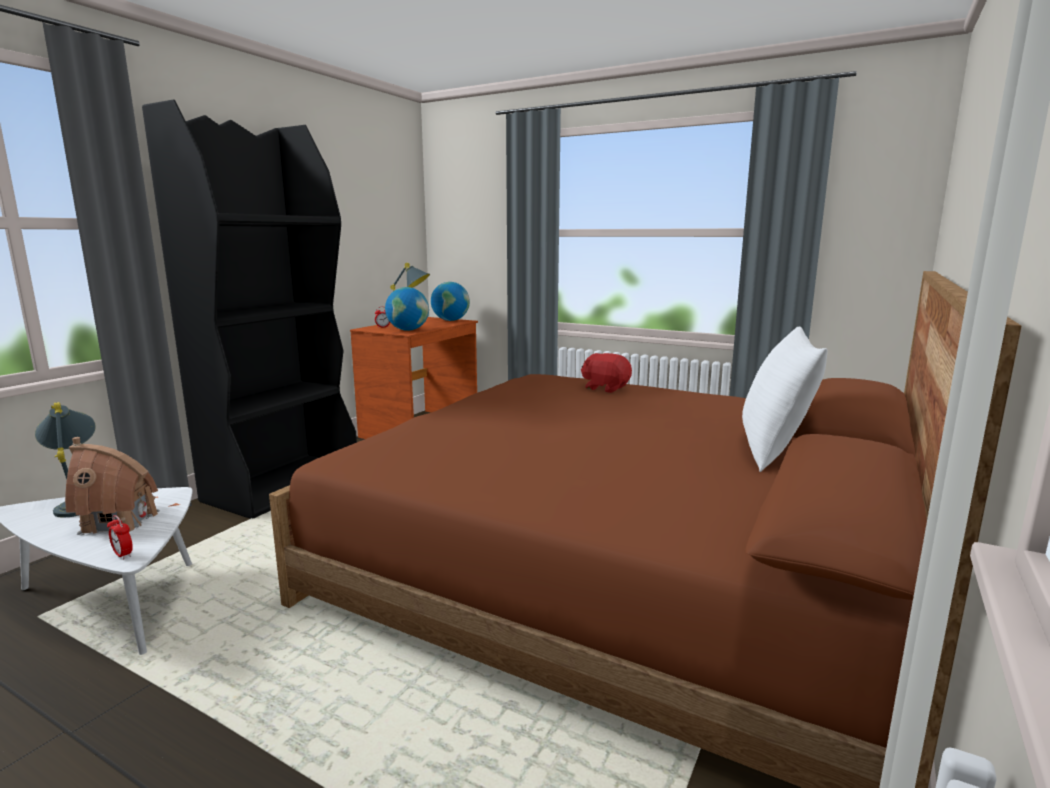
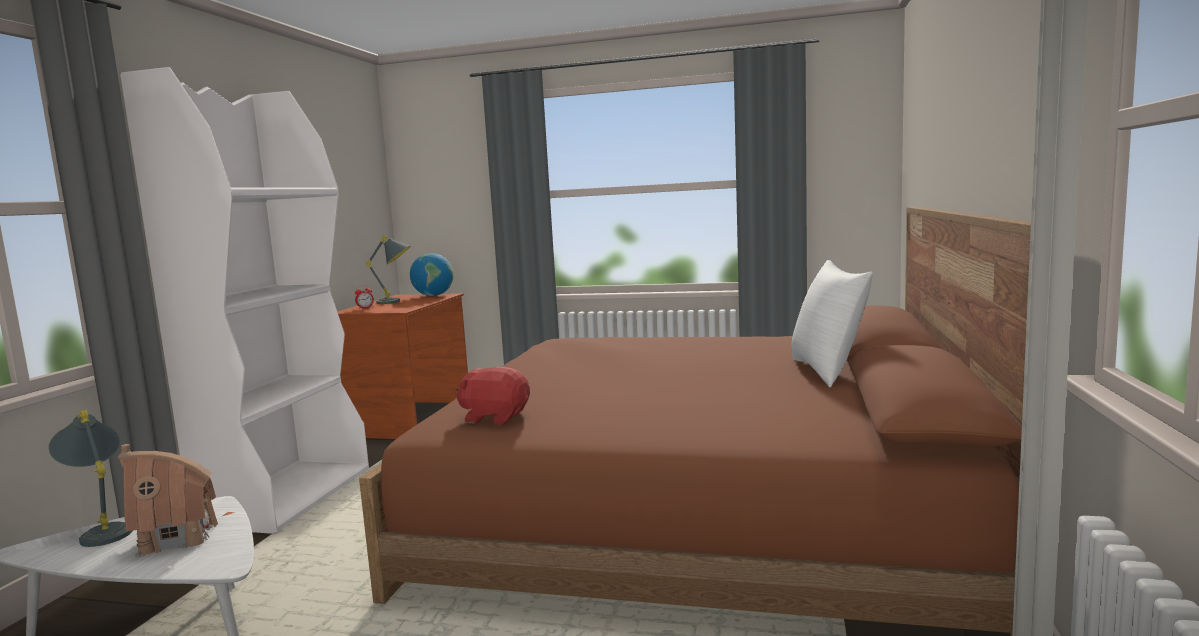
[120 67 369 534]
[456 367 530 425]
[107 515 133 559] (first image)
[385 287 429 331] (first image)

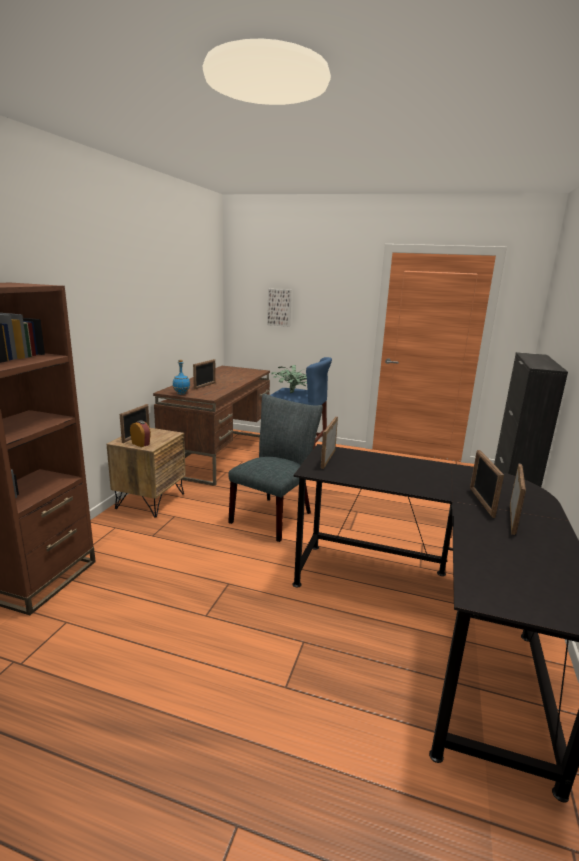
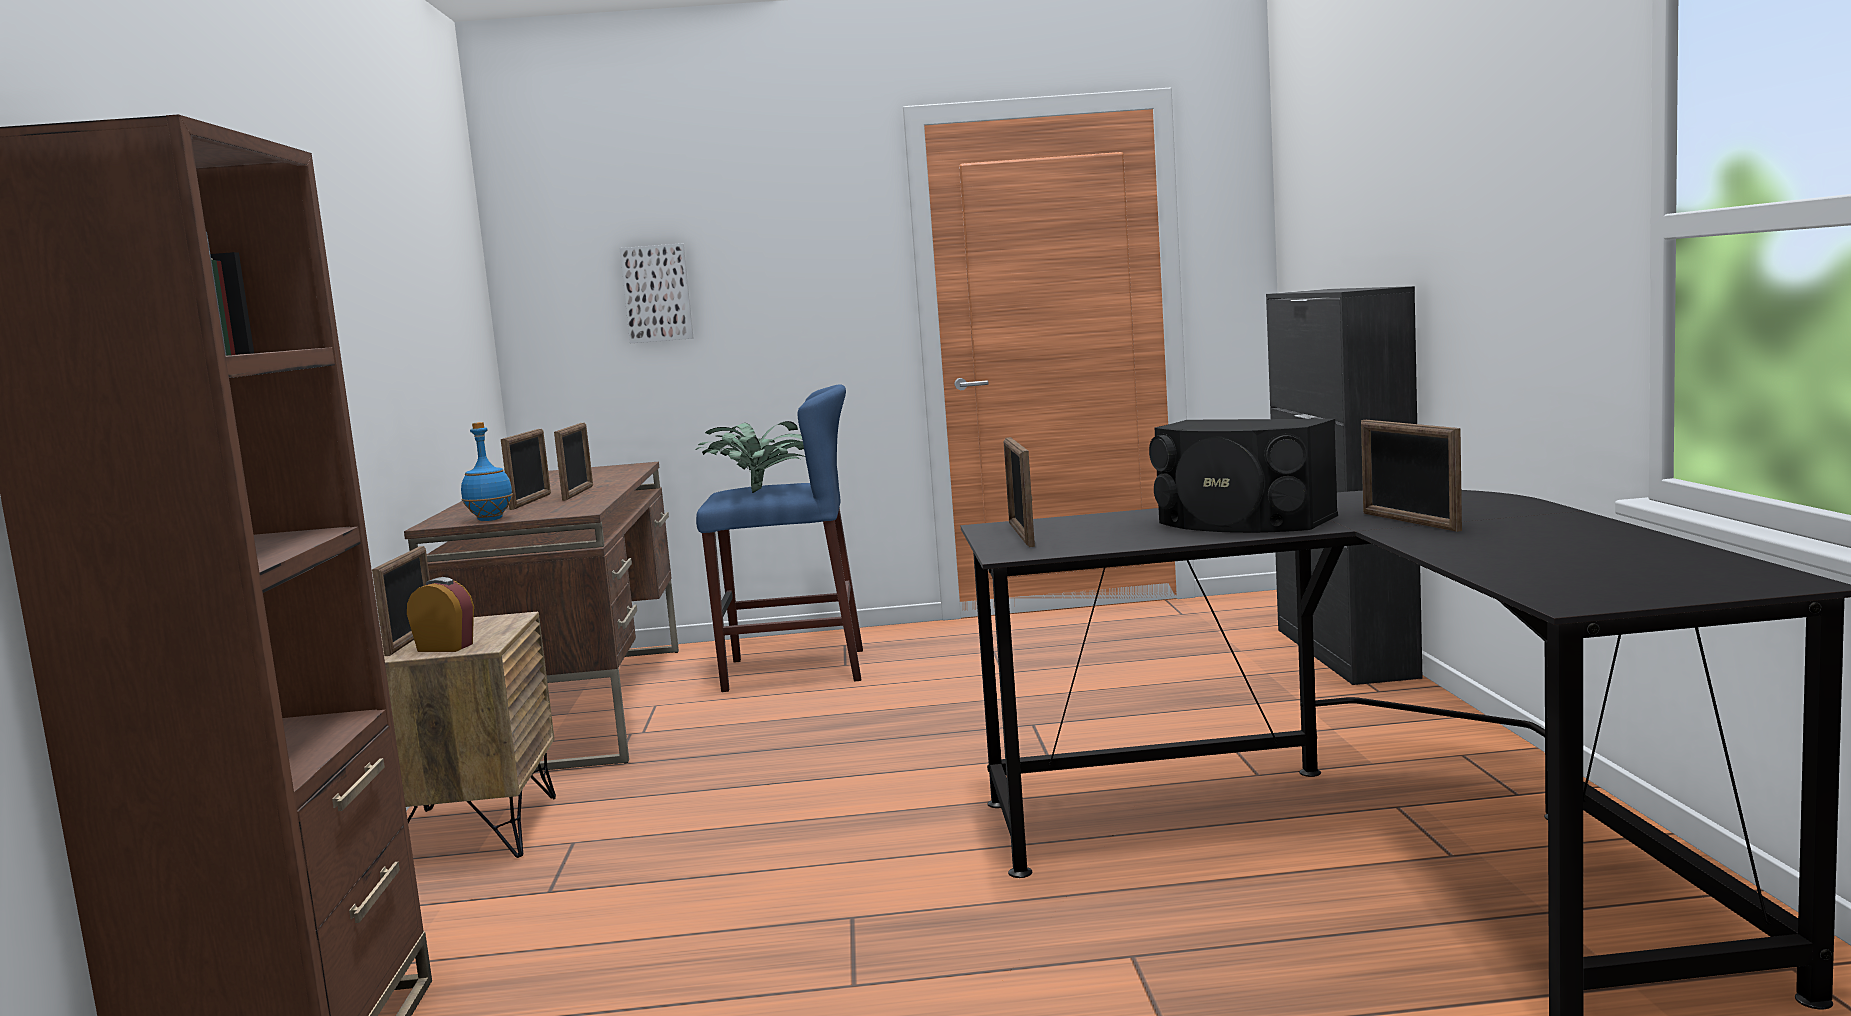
[554 422 593 501]
[1149 419 1338 533]
[228 394 323 542] (first image)

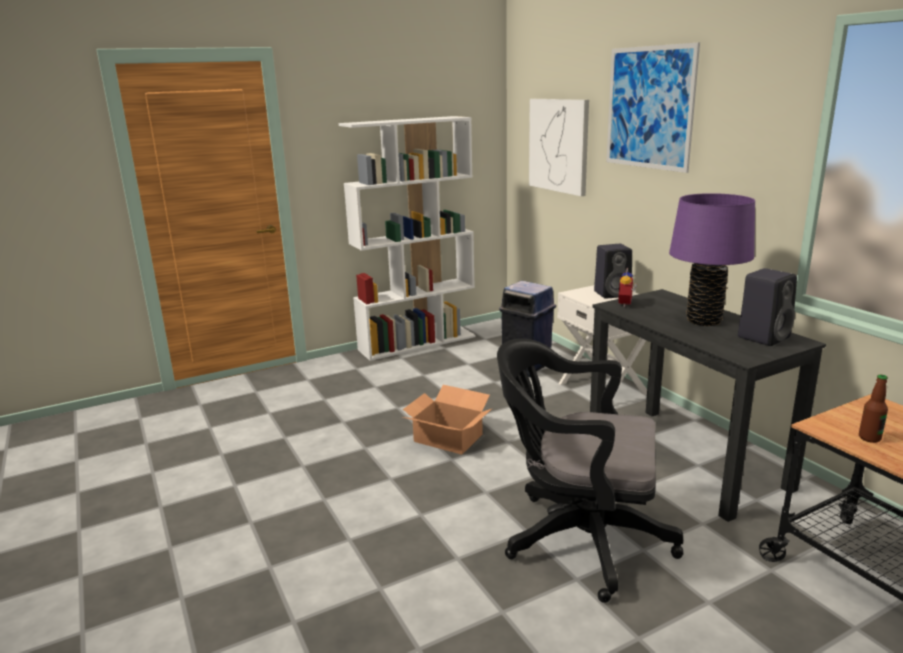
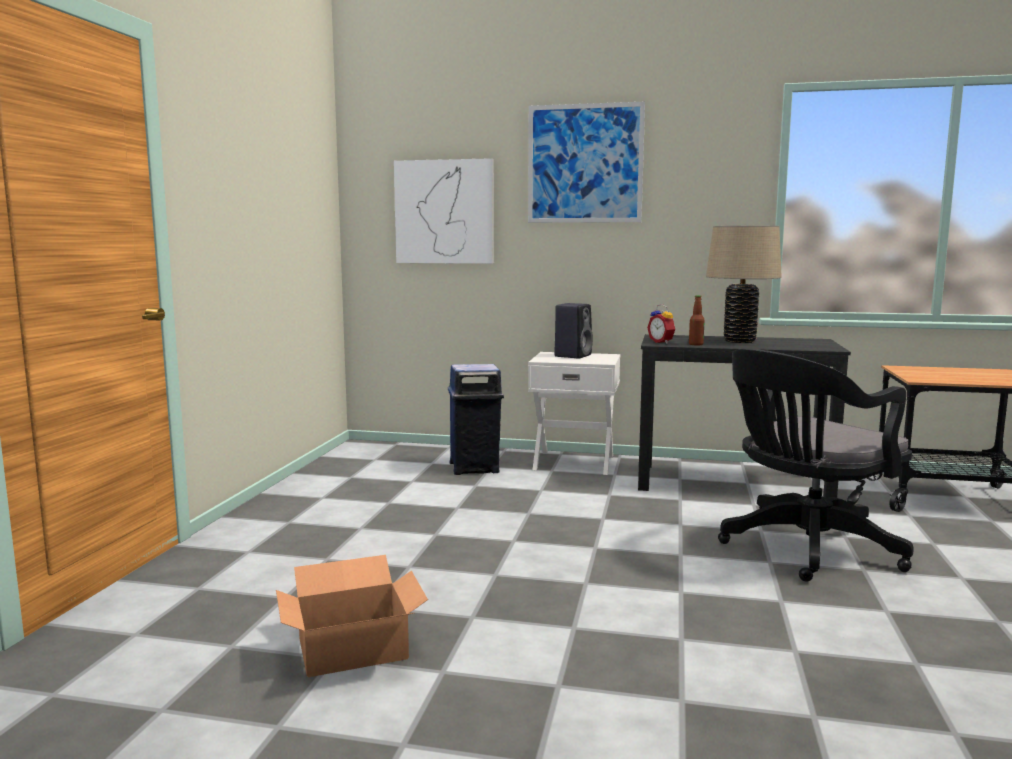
[276 555 428 677]
[689 295 705 345]
[706 226 782 343]
[339 116 476 361] (first image)
[738 268 797 346] (first image)

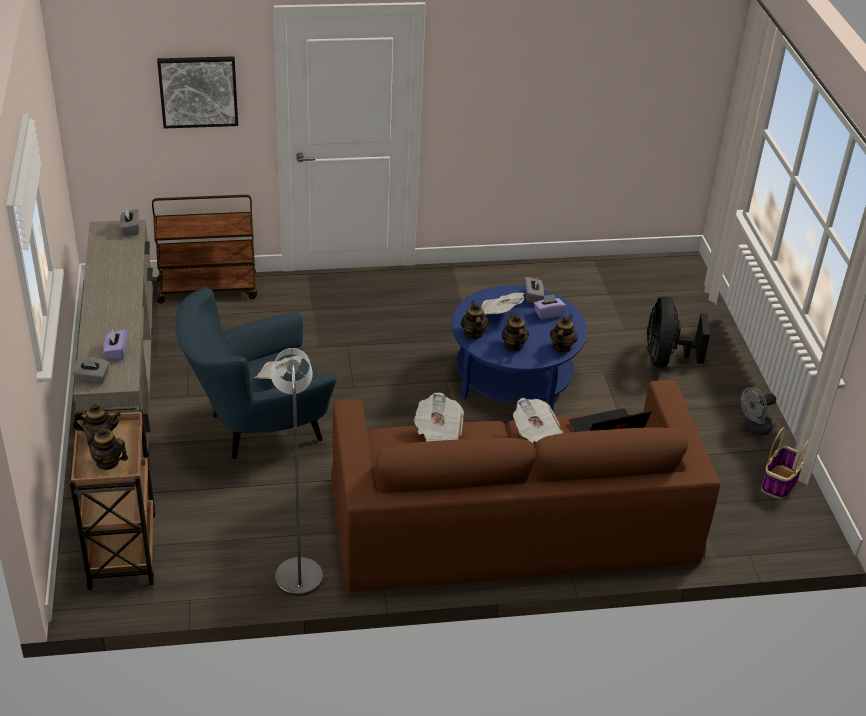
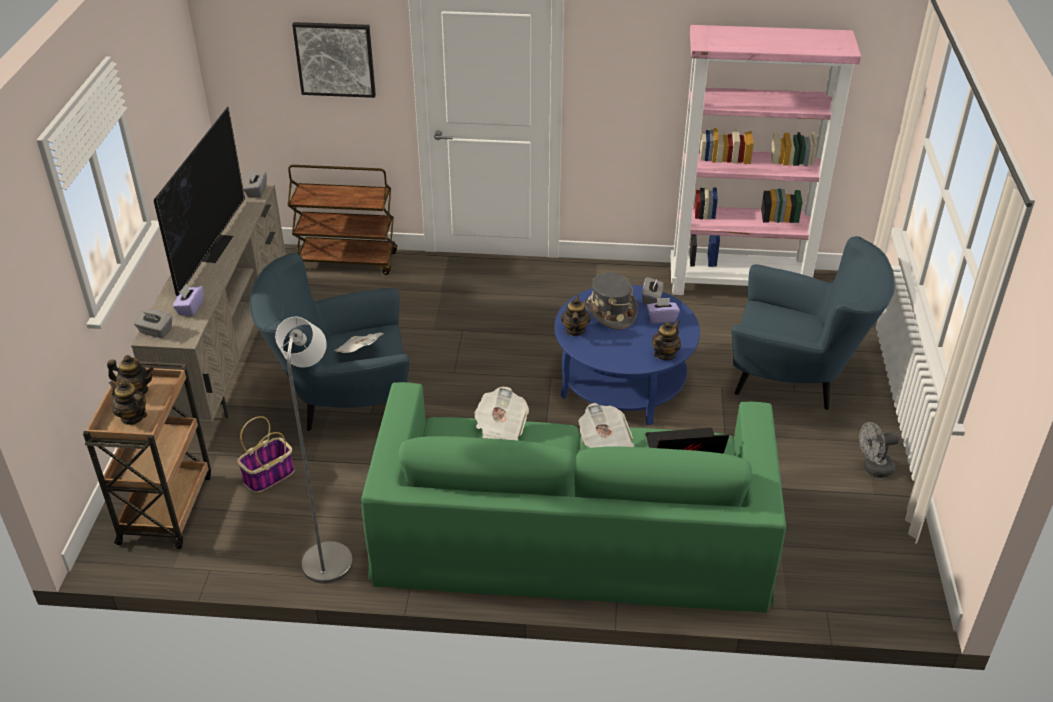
[154 107 245 296]
[237 416 295 493]
[361 382 786 613]
[584 272 638 330]
[671 25 861 295]
[732 236 895 410]
[502 312 529 351] (first image)

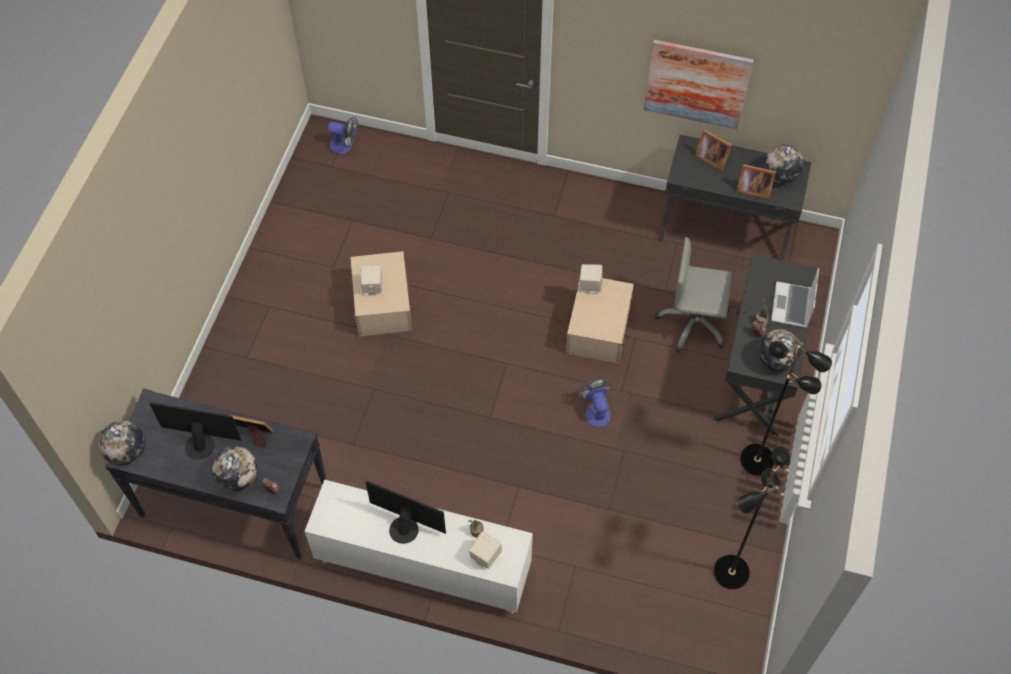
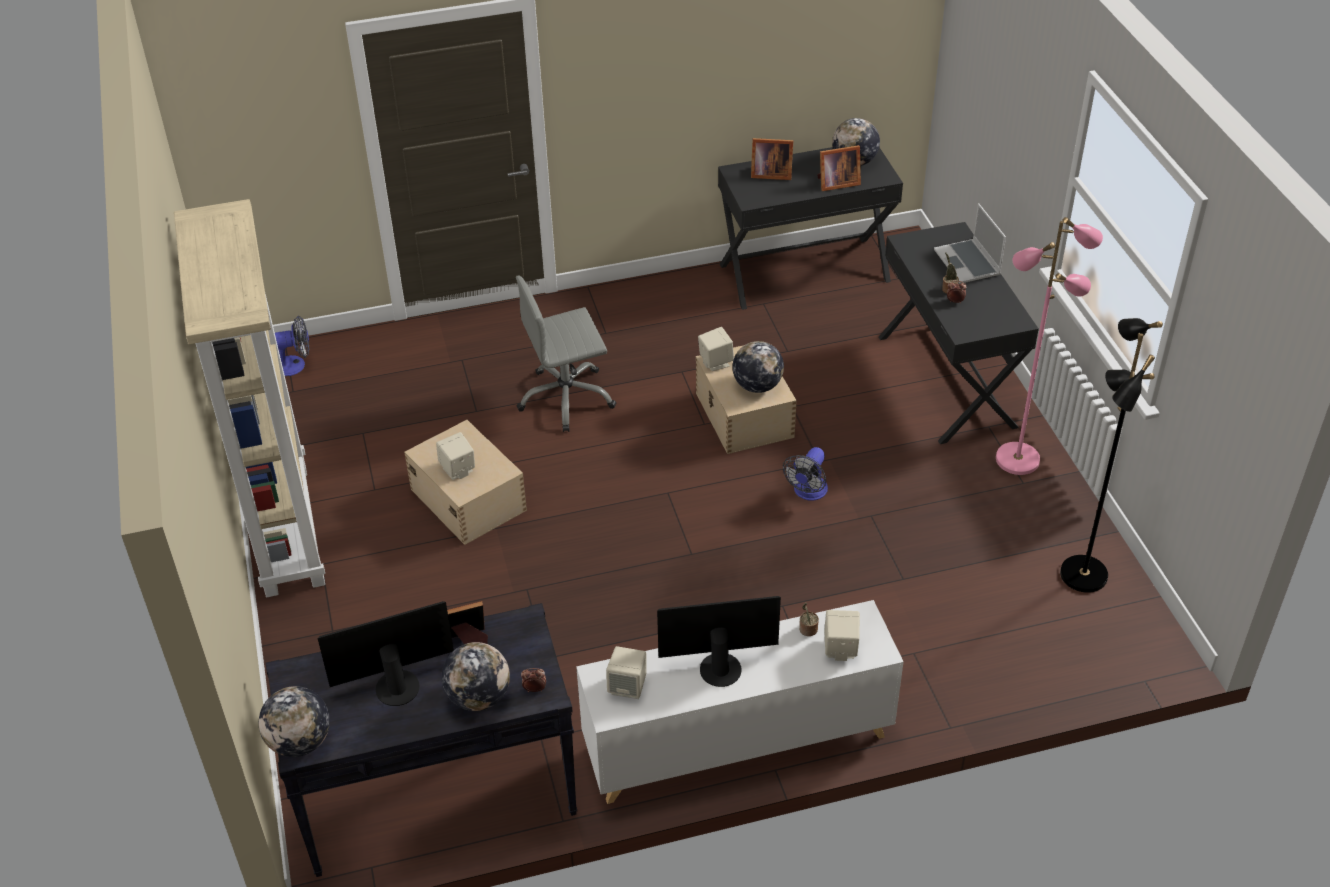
[174 199 325 597]
[516 276 616 432]
[606 646 647 699]
[732 341 784 393]
[783 447 828 500]
[996 217 1103 475]
[644 39 754 129] (first image)

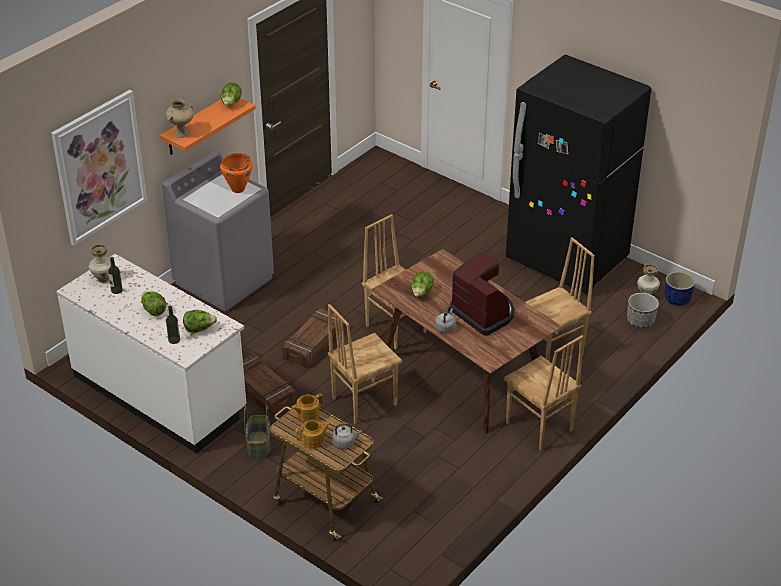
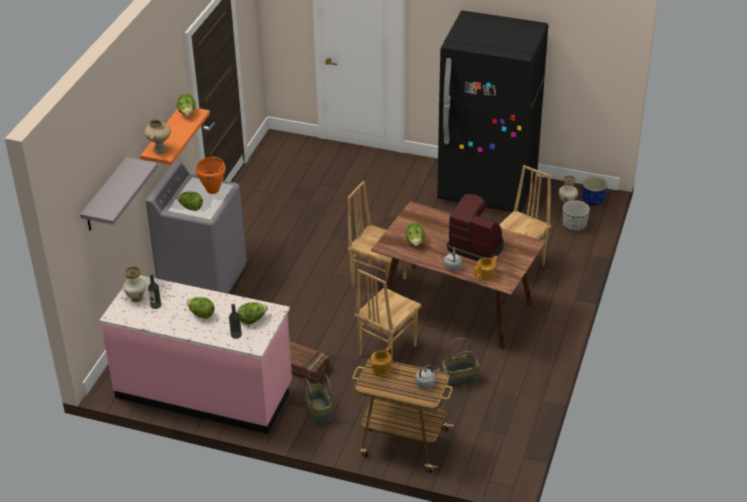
[80 157 158 231]
[99 275 292 434]
[176 192 203 211]
[442 338 480 387]
[474 256 498 281]
[282 308 345 368] (first image)
[504 335 584 450] (first image)

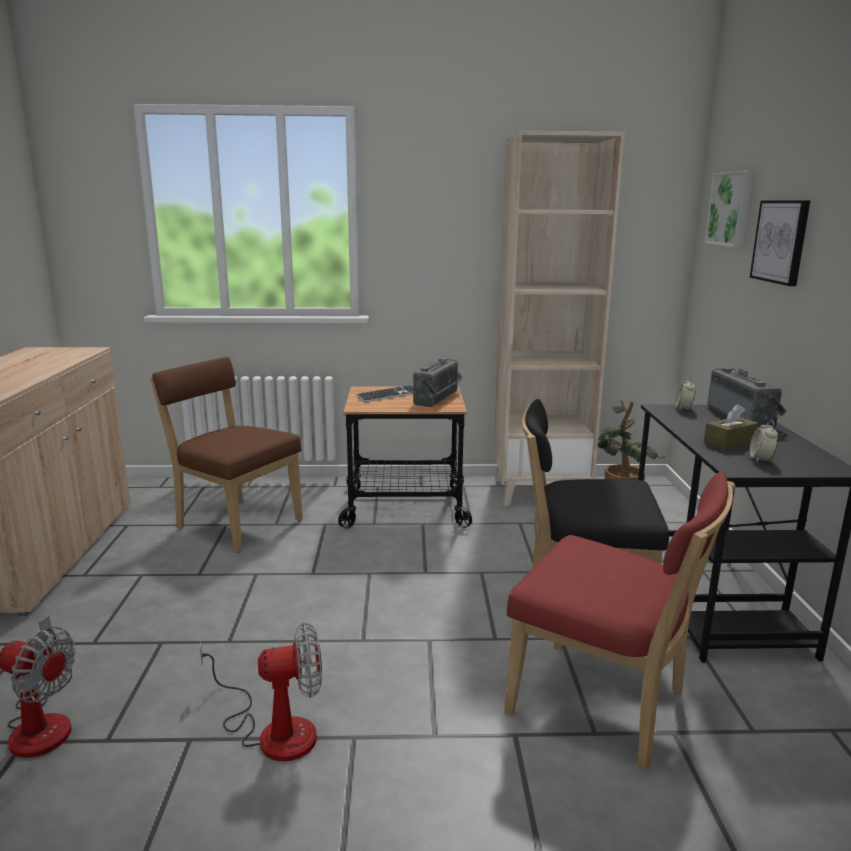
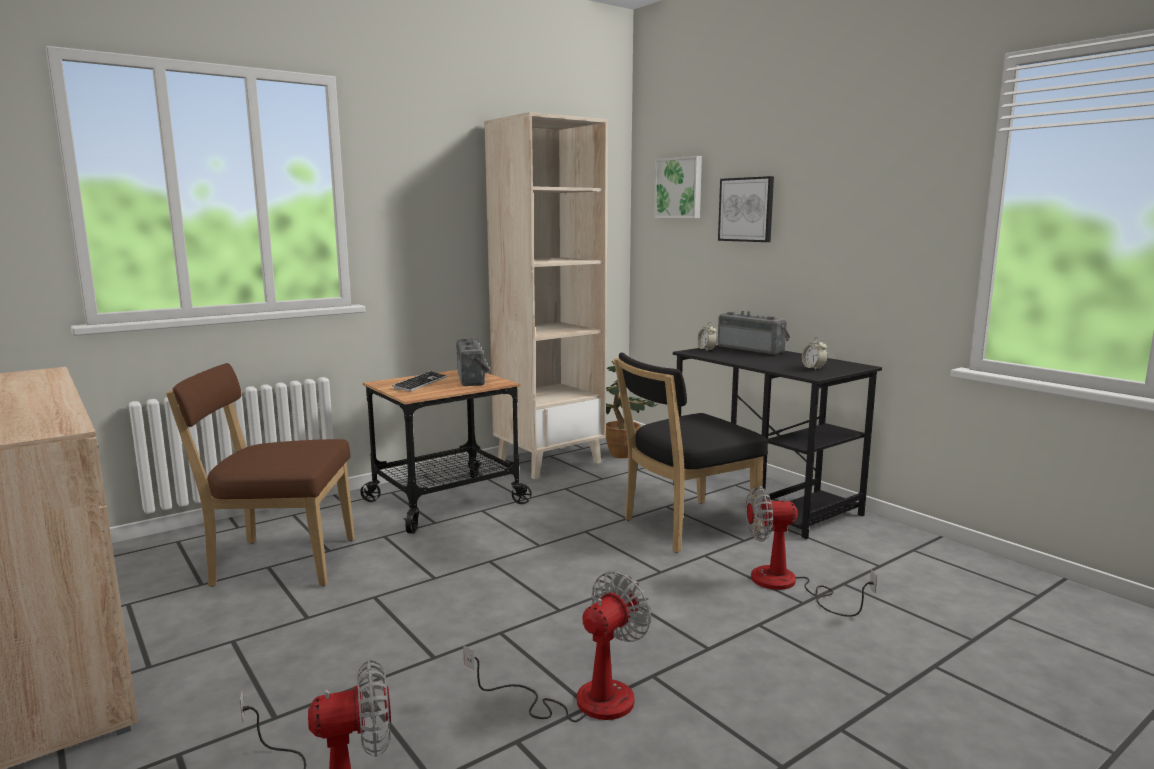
[746 486 877 617]
[704 404 759 450] (first image)

